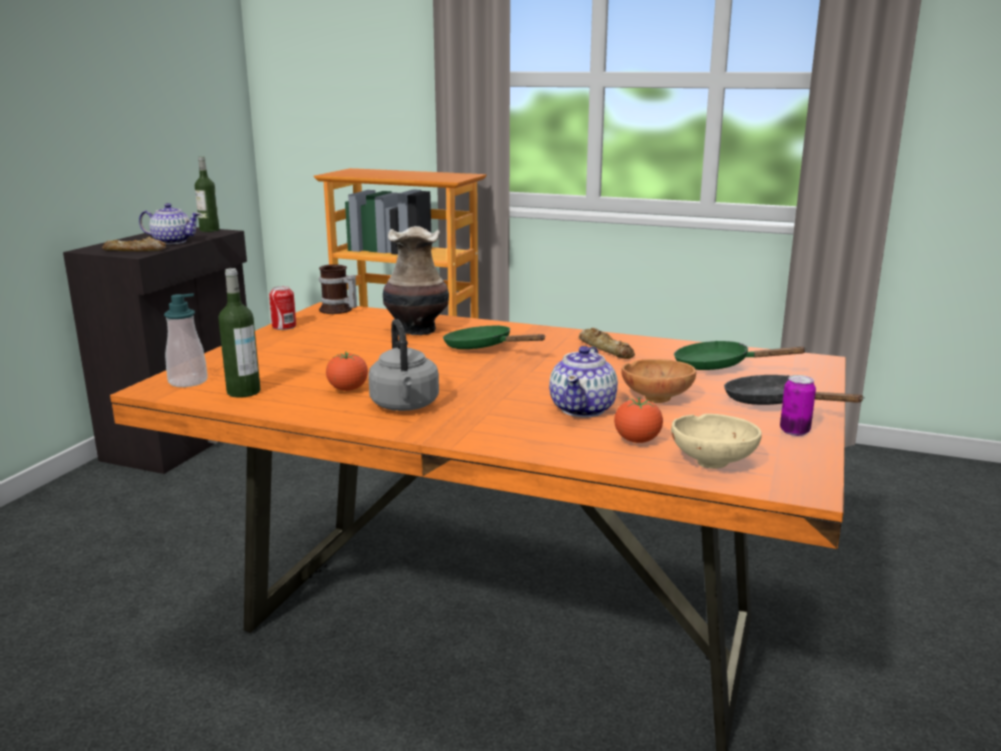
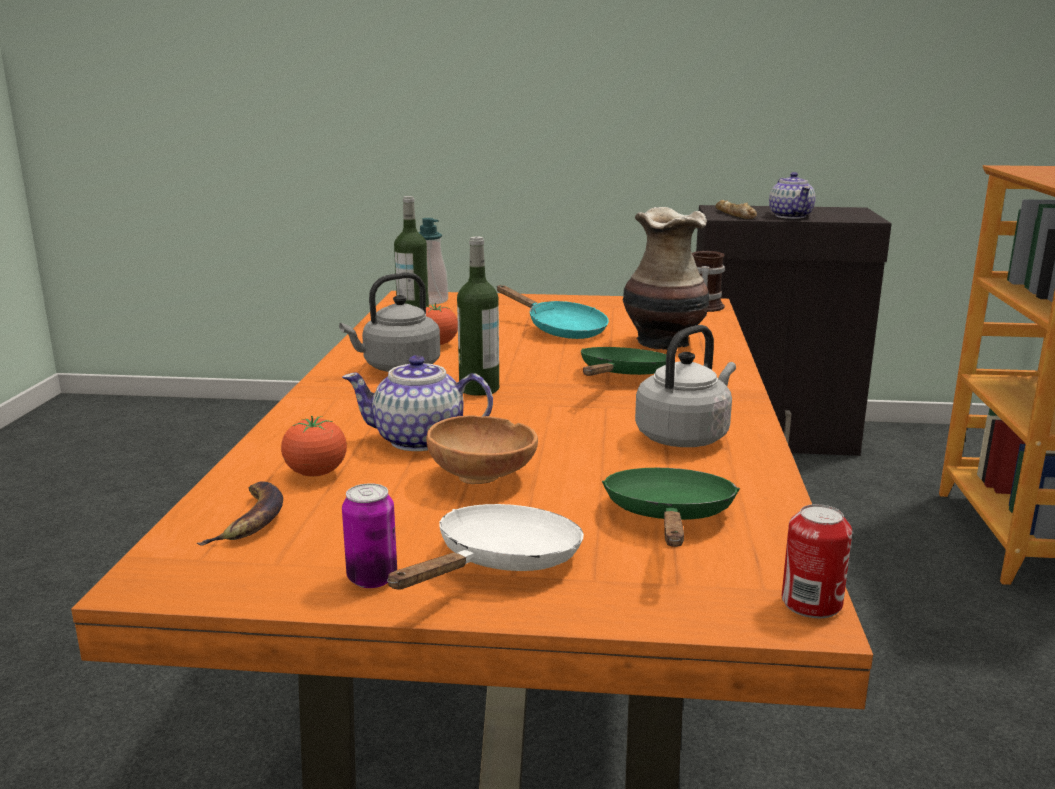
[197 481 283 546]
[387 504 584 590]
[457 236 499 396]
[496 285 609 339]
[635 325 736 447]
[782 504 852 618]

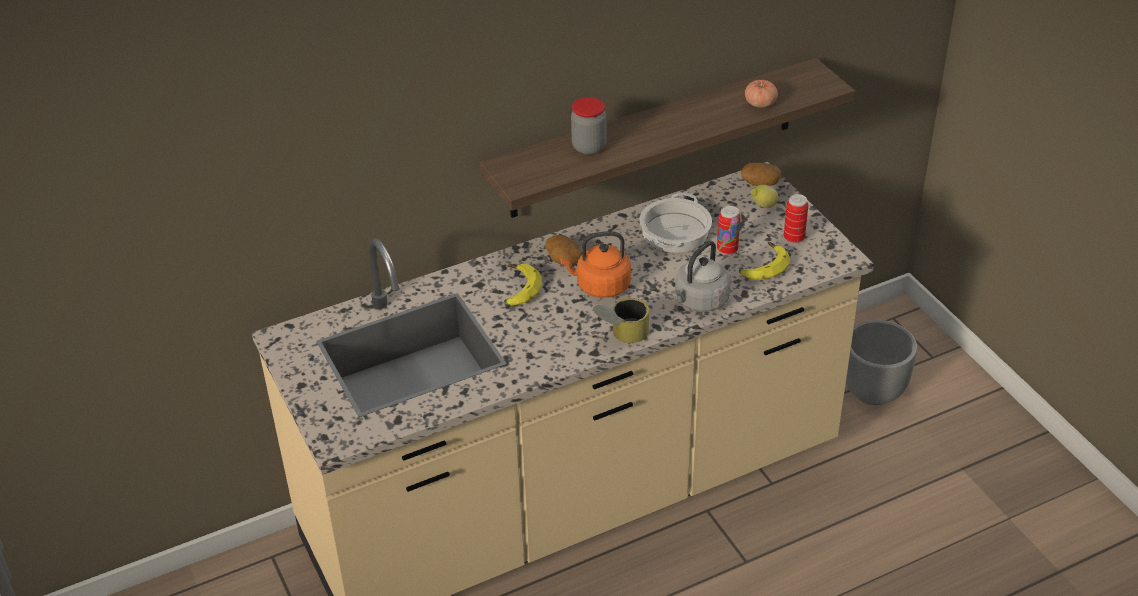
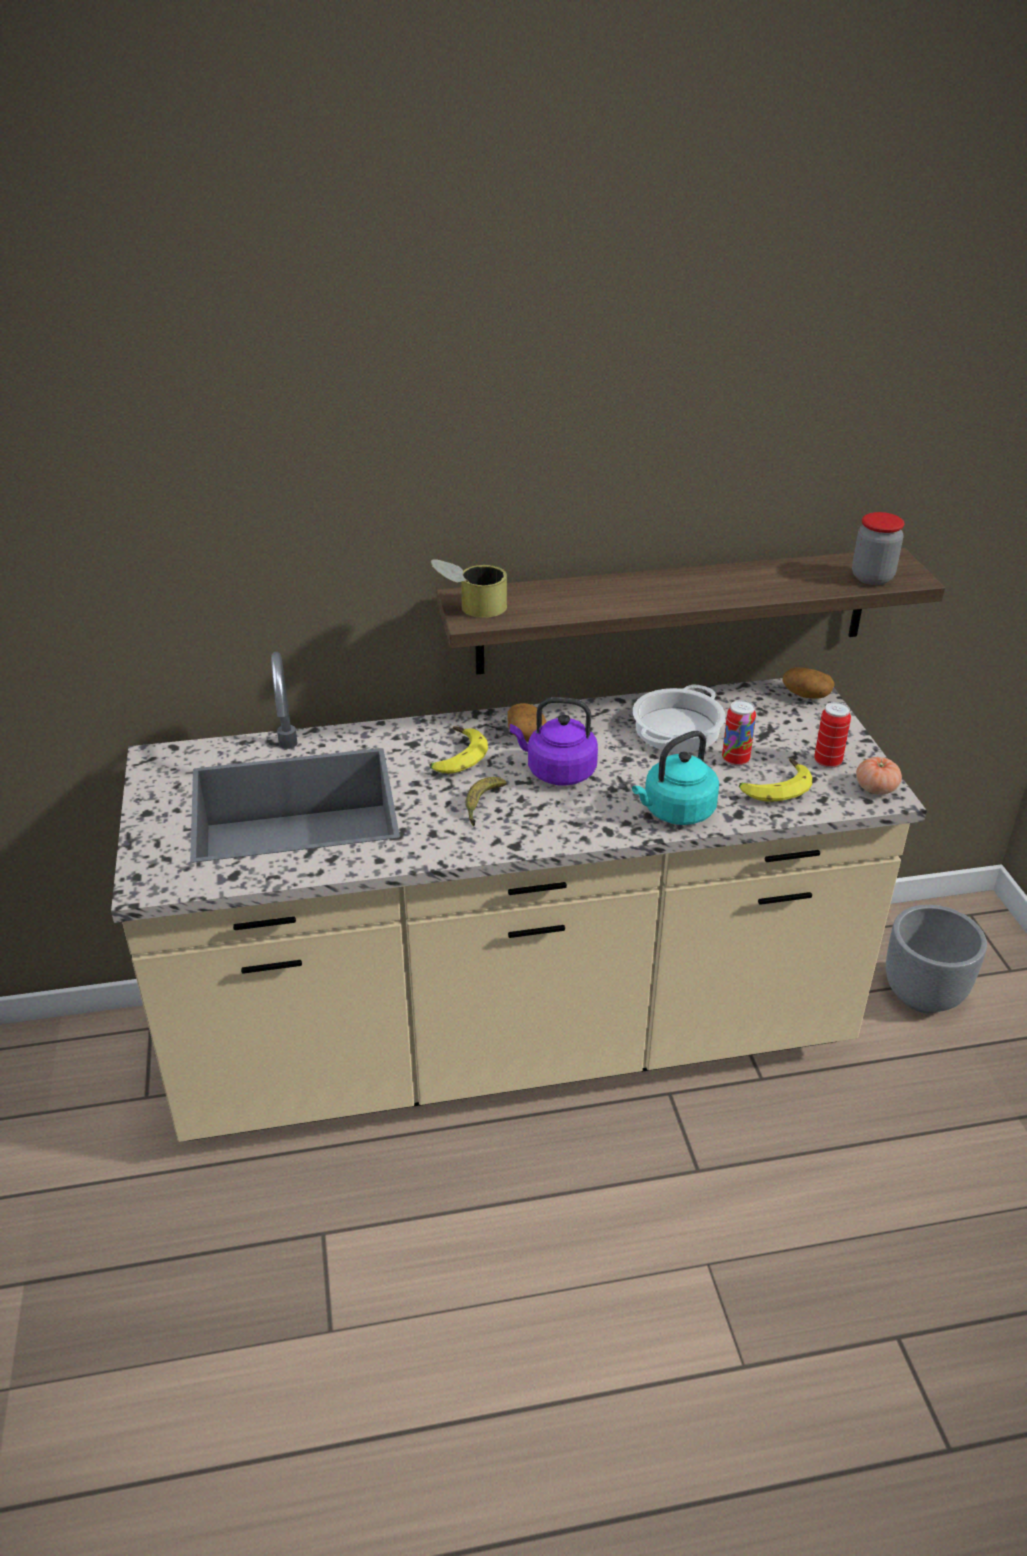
[431 559 507 618]
[466 777 507 826]
[510 697 598 786]
[632 731 719 825]
[852 512 905 585]
[856 757 902 795]
[750 185 778 208] (first image)

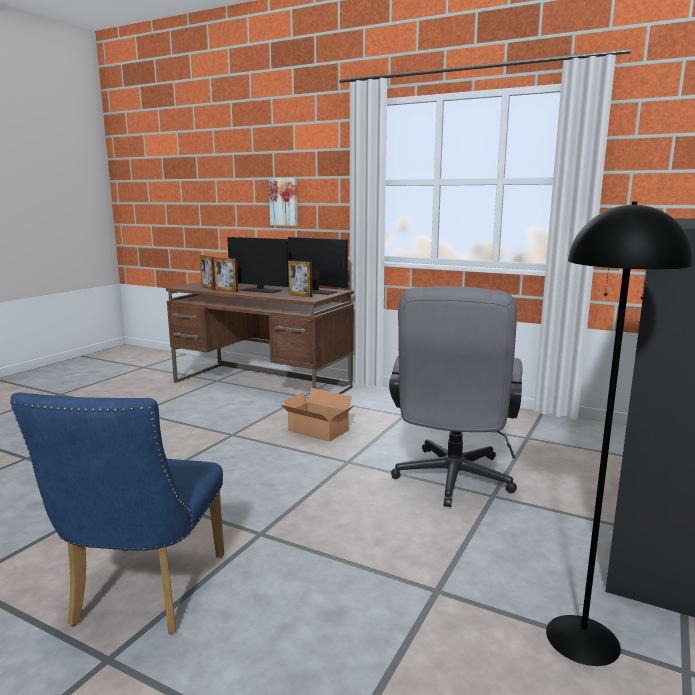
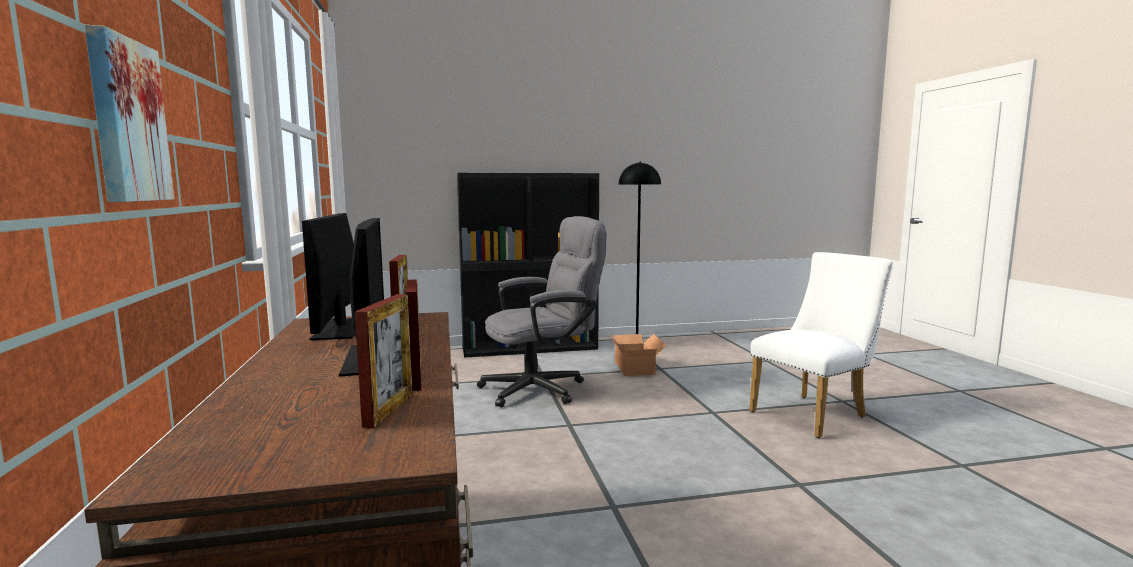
[610 333 666 376]
[749 252 893 438]

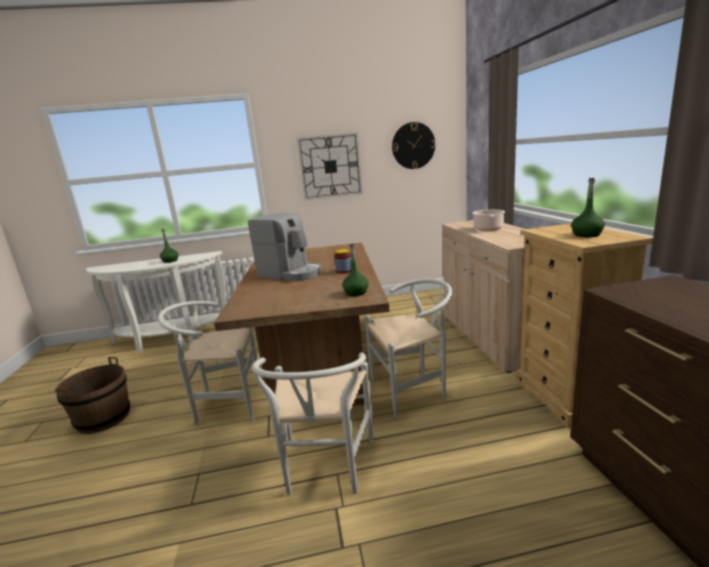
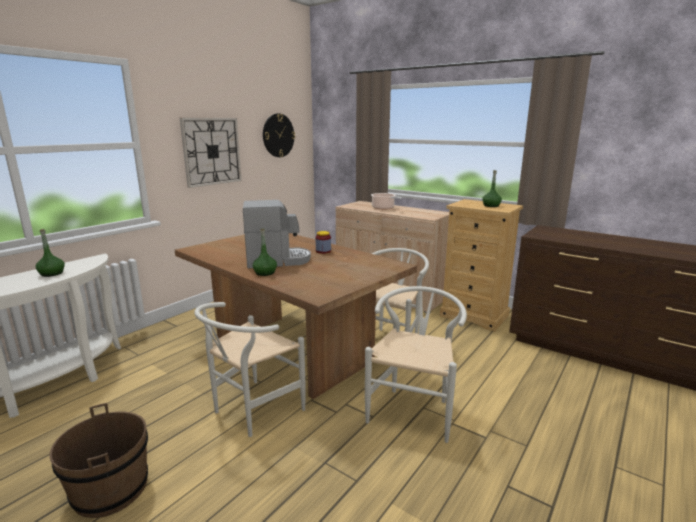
[253 229 277 276]
[365 286 467 443]

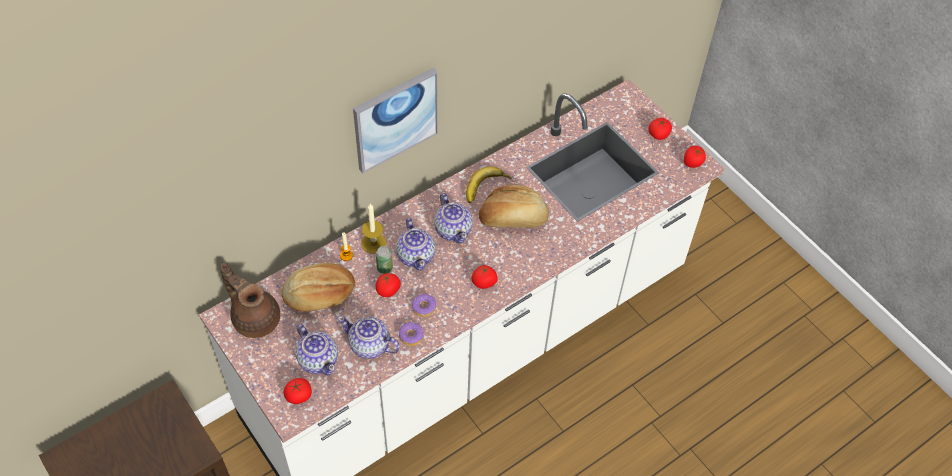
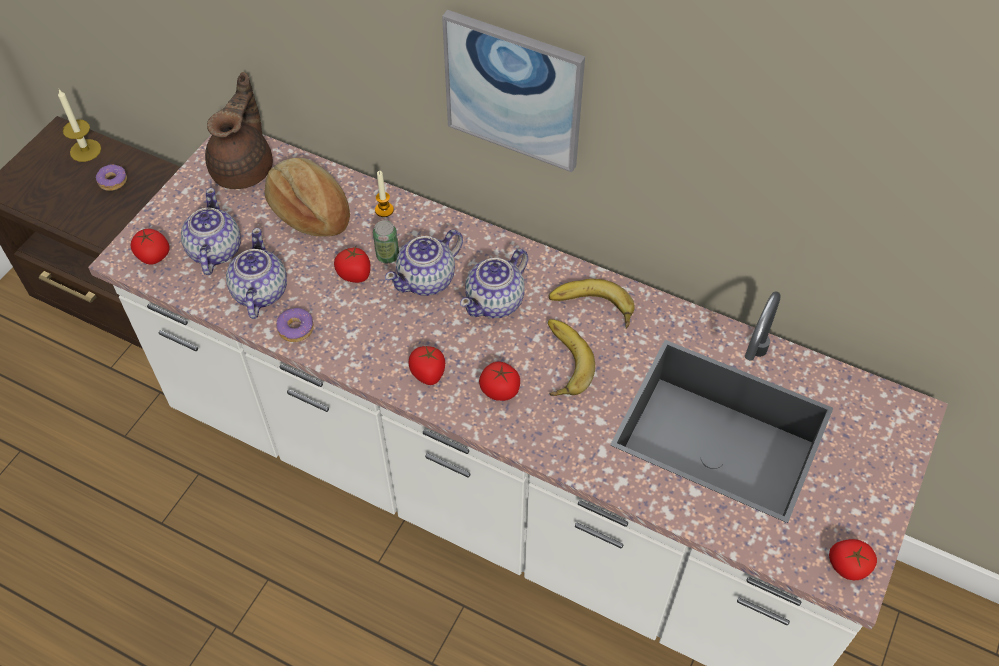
[58 89 101 162]
[96 164 127 191]
[181 188 241 275]
[479 362 520 401]
[548 319 595 396]

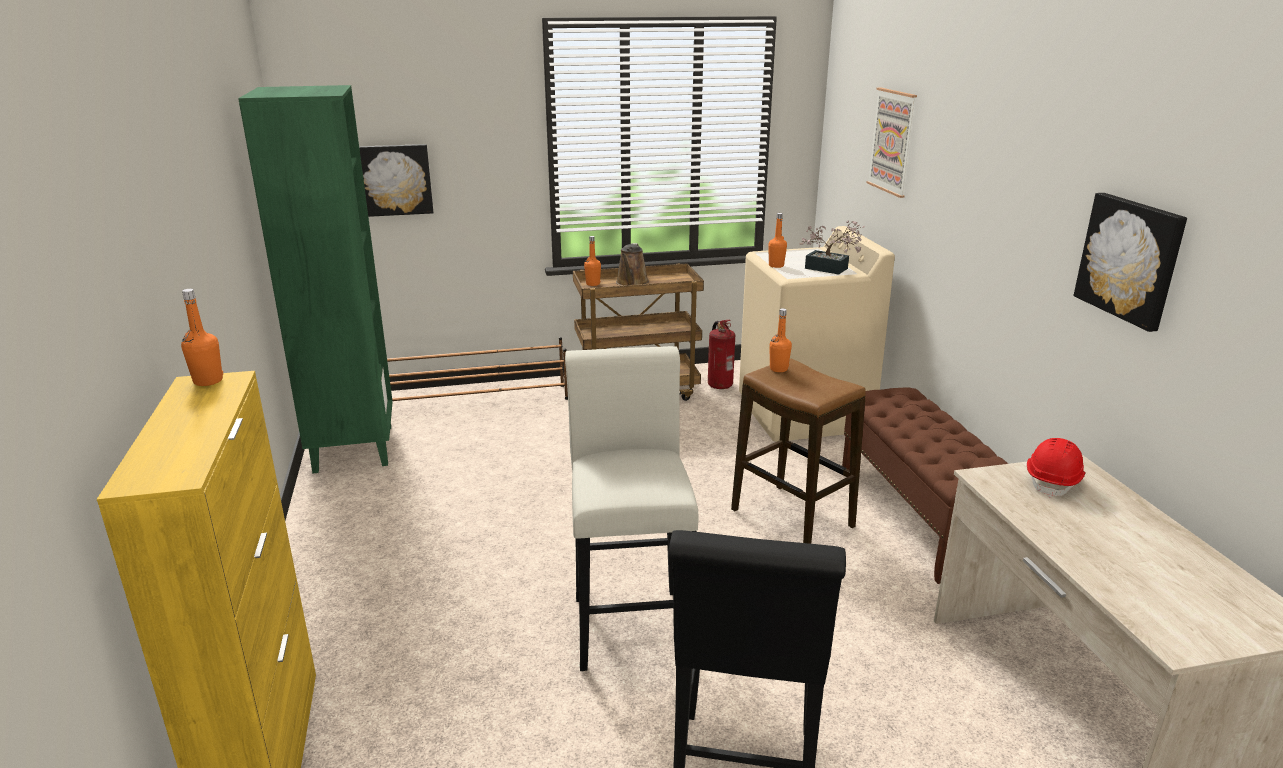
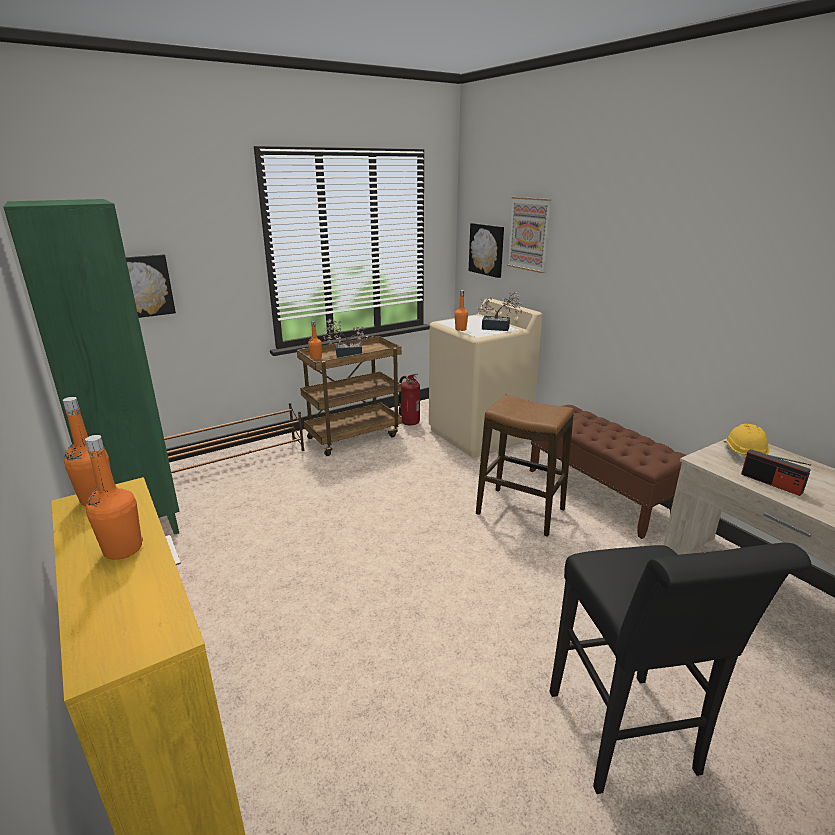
[85 435 143 560]
[323 319 368 358]
[469 223 504 278]
[724 424 770 463]
[741 449 811 496]
[565 346 698 671] (first image)

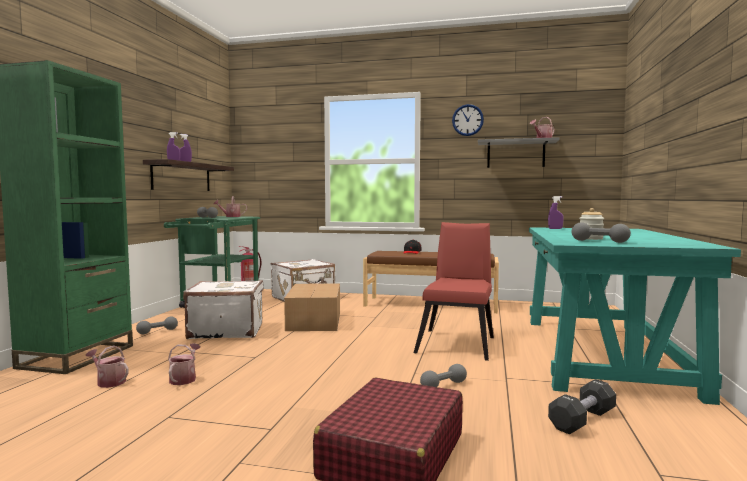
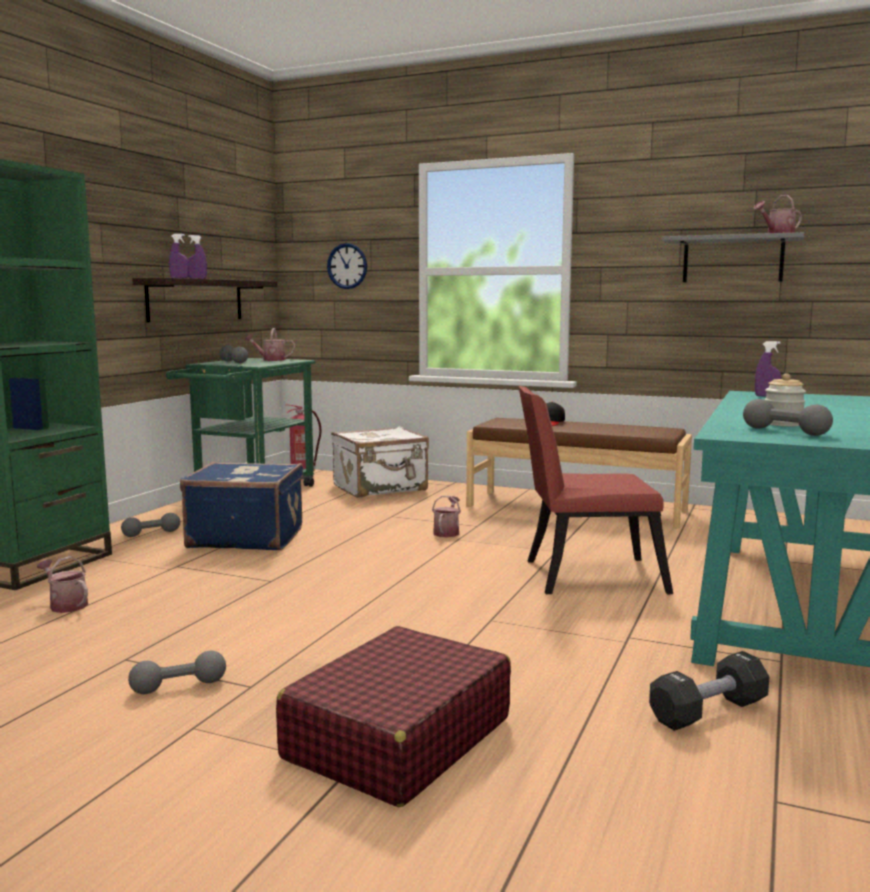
[128 651 226 694]
[180 462 303 550]
[327 243 367 289]
[432 495 461 537]
[518 386 673 594]
[284 283 340 331] (first image)

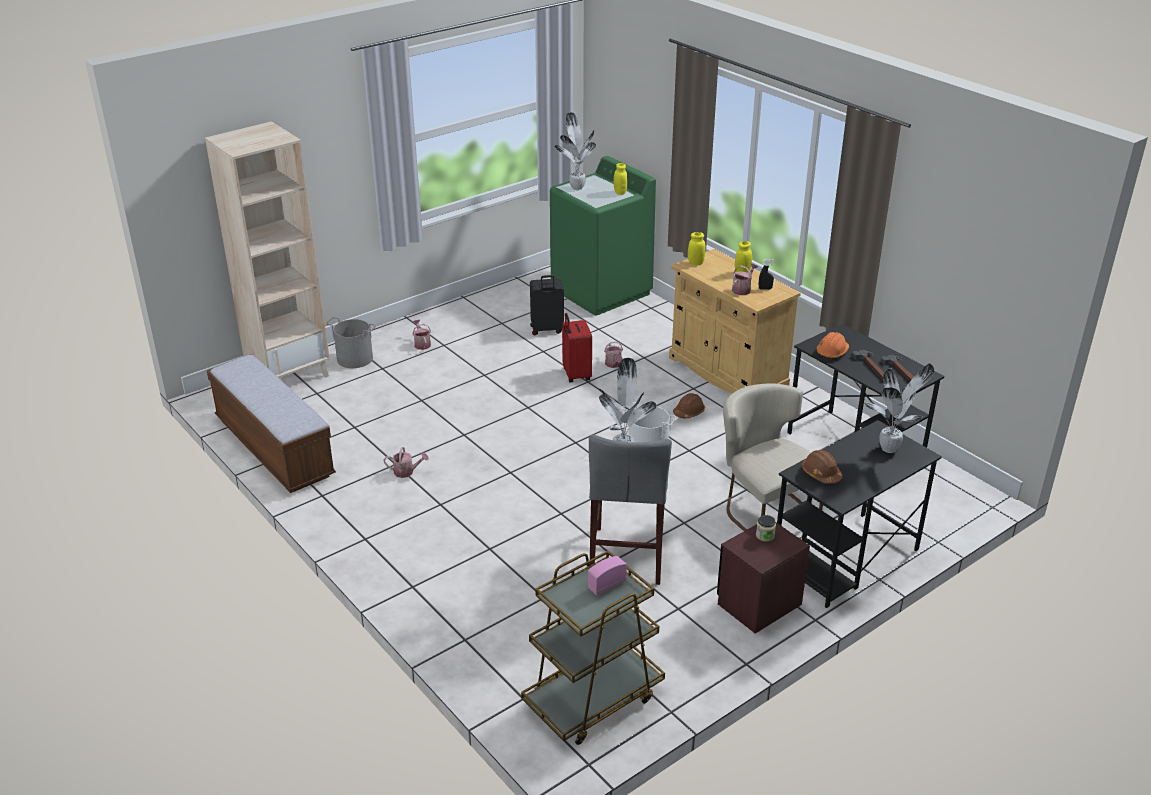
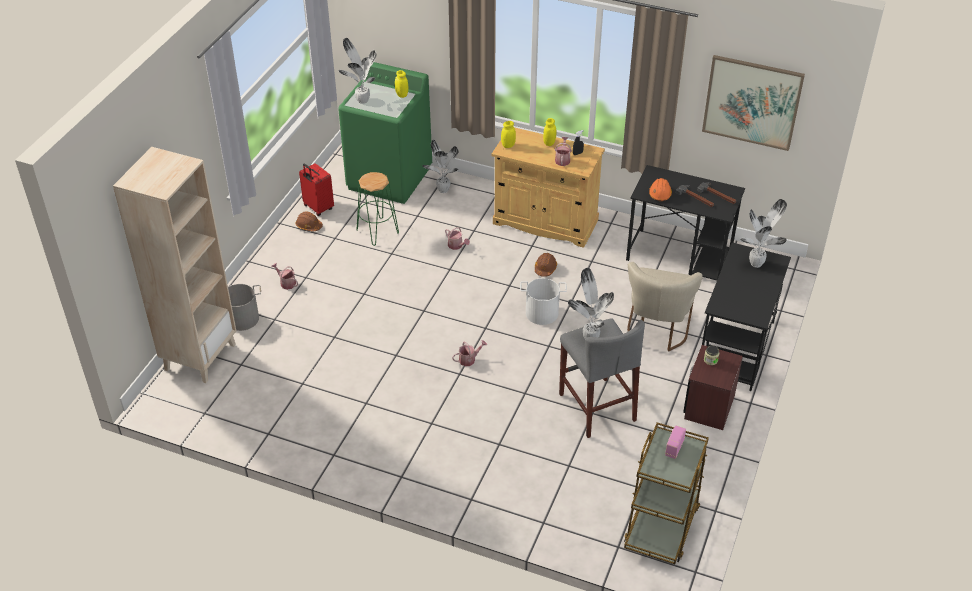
[296 212 323 231]
[299 163 334 216]
[356 172 399 246]
[422 140 458 193]
[452 340 487 366]
[627 262 703 351]
[702 55 805 151]
[207 355 336 493] (first image)

